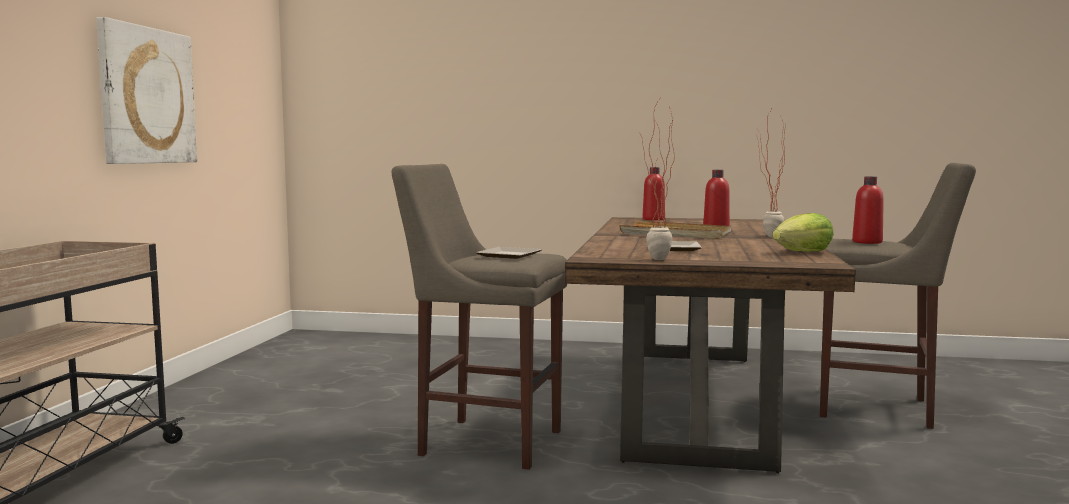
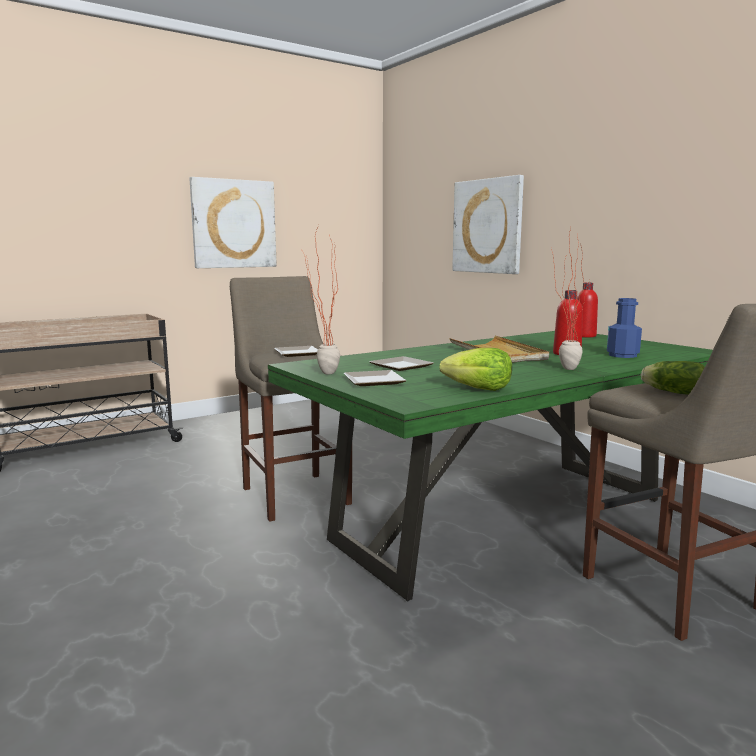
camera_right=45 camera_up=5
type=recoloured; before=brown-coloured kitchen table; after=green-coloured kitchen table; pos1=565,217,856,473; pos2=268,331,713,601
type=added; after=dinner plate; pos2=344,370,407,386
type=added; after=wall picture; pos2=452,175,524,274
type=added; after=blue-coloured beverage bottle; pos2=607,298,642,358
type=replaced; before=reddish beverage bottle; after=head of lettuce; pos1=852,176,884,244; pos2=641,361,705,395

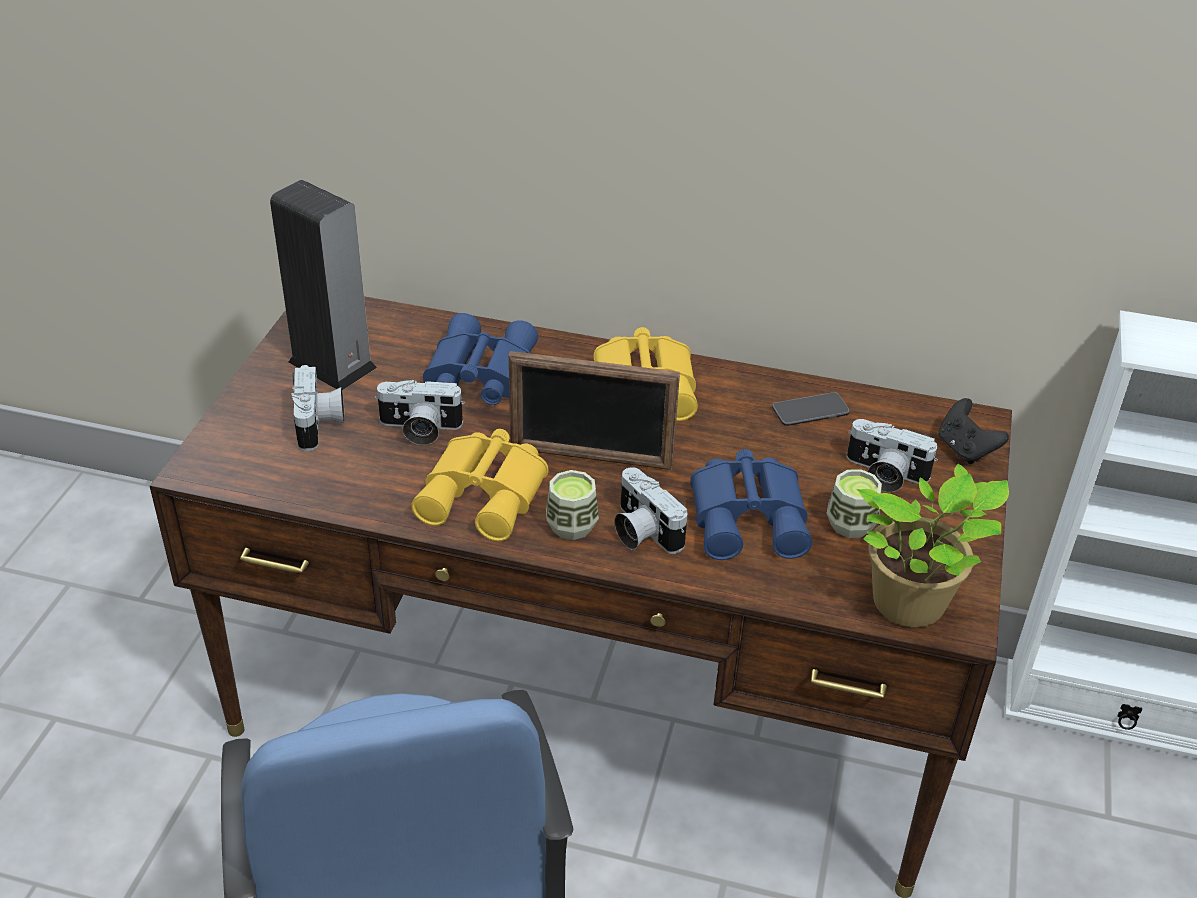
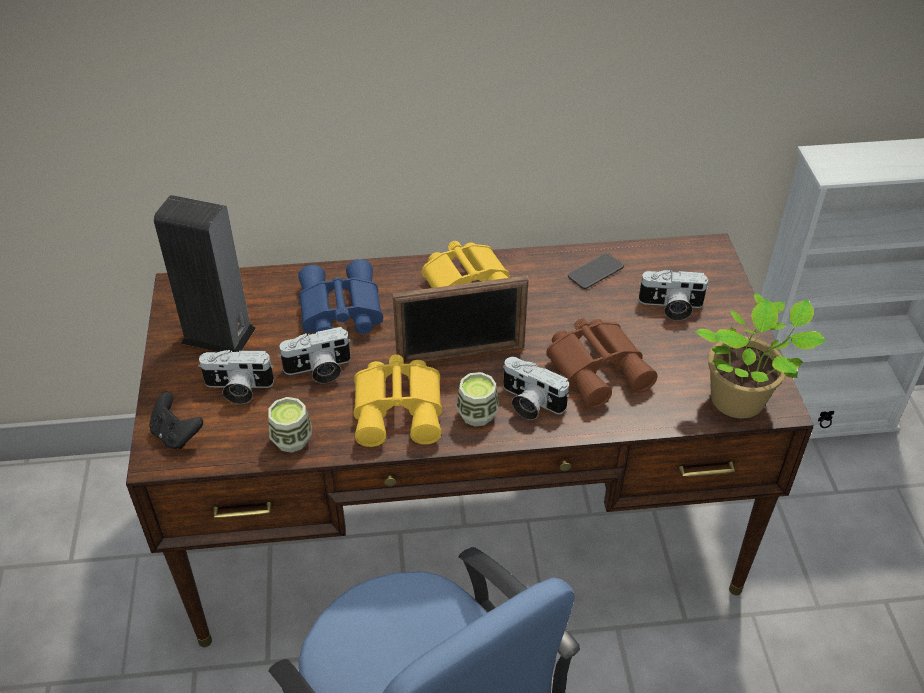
camera_right=-20 camera_up=5
type=moved; before=black joypad; pos1=938,398,1009,464; pos2=149,392,203,449
type=turned; before=still camera; pos1=292,365,345,451; pos2=198,350,274,404; turn=120
type=moved; before=drinking cup; pos1=827,469,882,538; pos2=268,397,312,453
type=recoloured; before=blue-coloured pair of binoculars; after=brown-coloured pair of binoculars; pos1=690,449,812,560; pos2=546,318,658,409

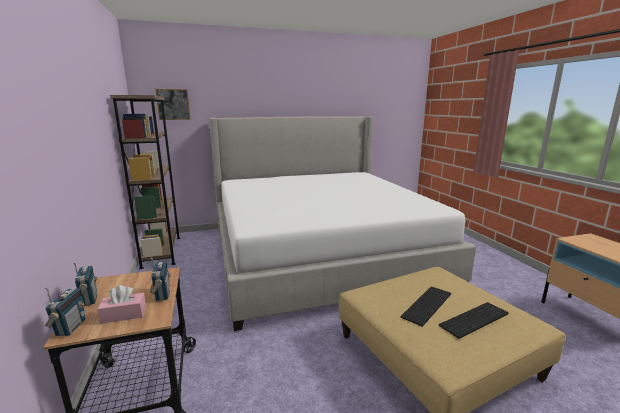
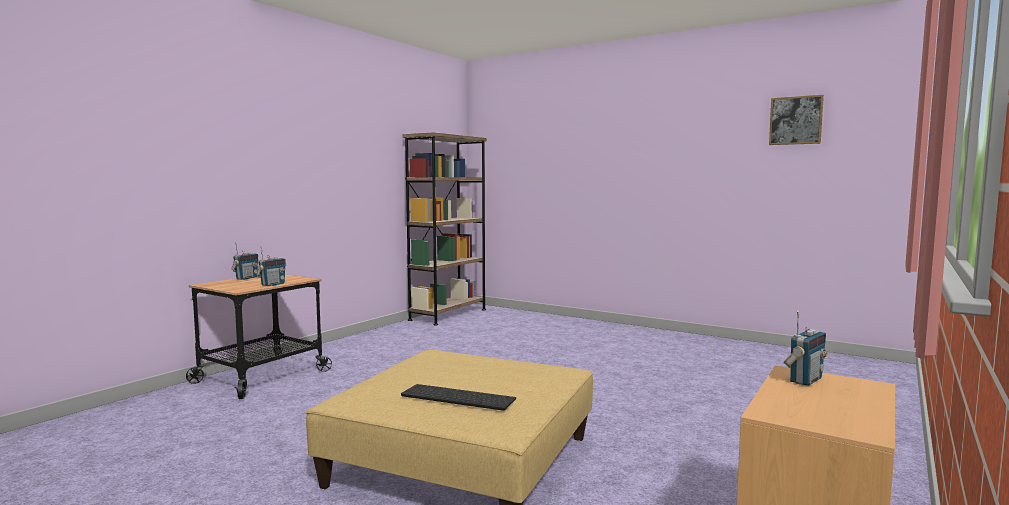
camera_right=50 camera_up=-10
type=moved; before=wall picture; pos1=155,89,191,120; pos2=769,95,824,145
type=moved; before=radio set; pos1=44,287,85,336; pos2=783,311,827,386
type=removed; before=pink-coloured box of tissues; pos1=97,285,146,324
type=removed; before=bedroom bed; pos1=209,116,476,331
type=removed; before=PC keyboard; pos1=400,287,451,327

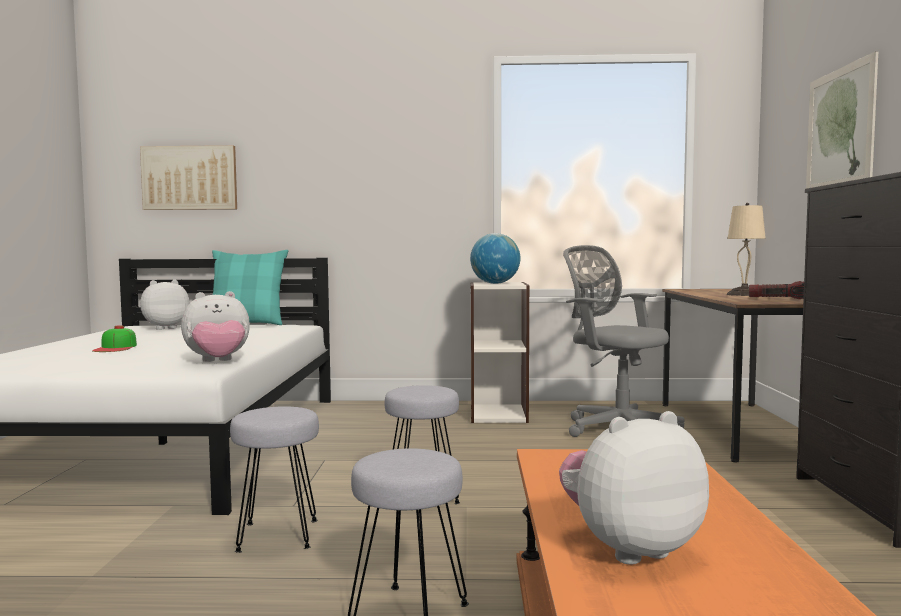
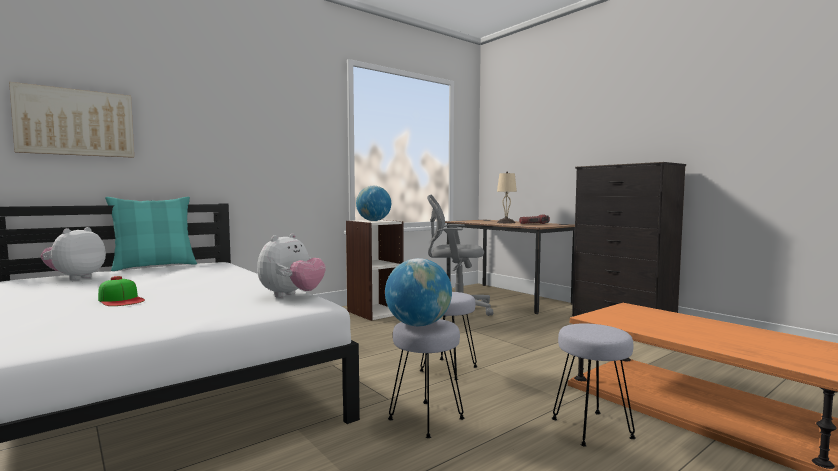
camera_right=-40 camera_up=0
type=added; after=globe; pos2=385,258,452,326
type=removed; before=plush toy; pos1=559,411,709,565
type=removed; before=wall picture; pos1=806,51,878,189

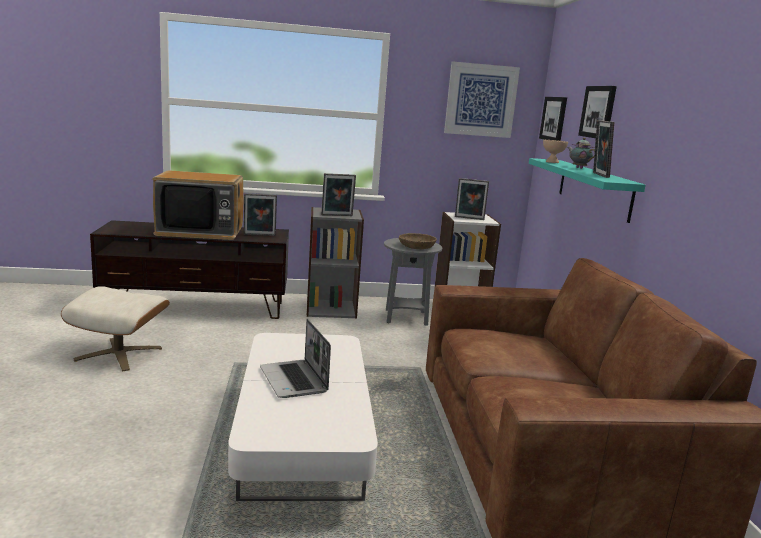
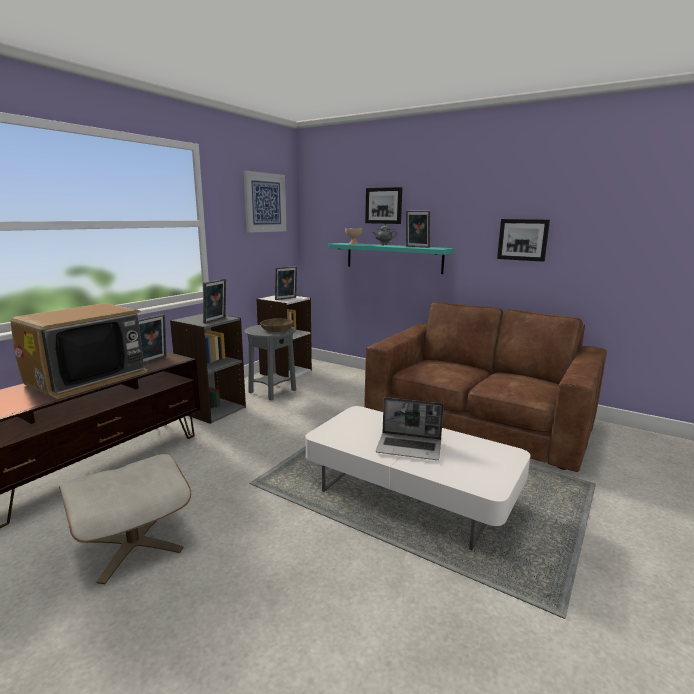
camera_right=-50 camera_up=0
type=moved; before=wall picture; pos1=539,97,567,141; pos2=497,219,550,262

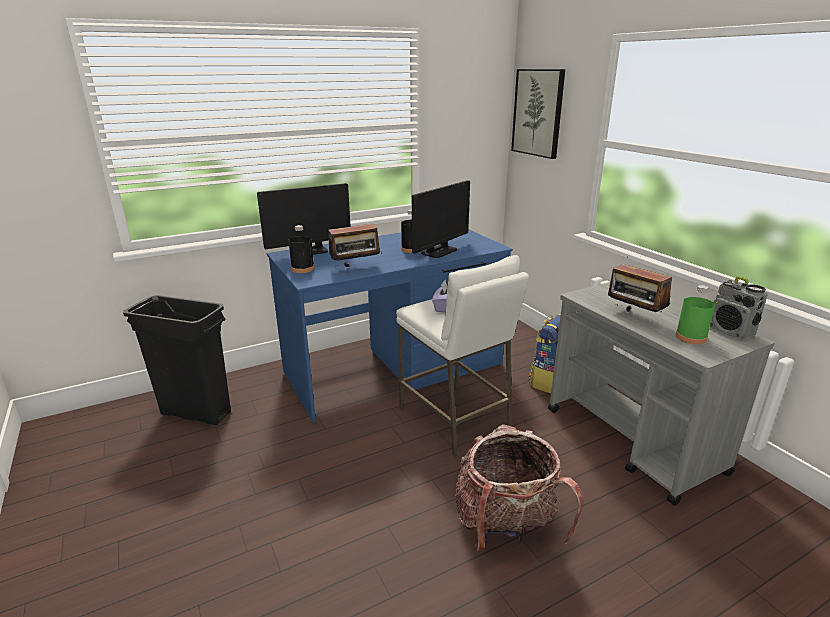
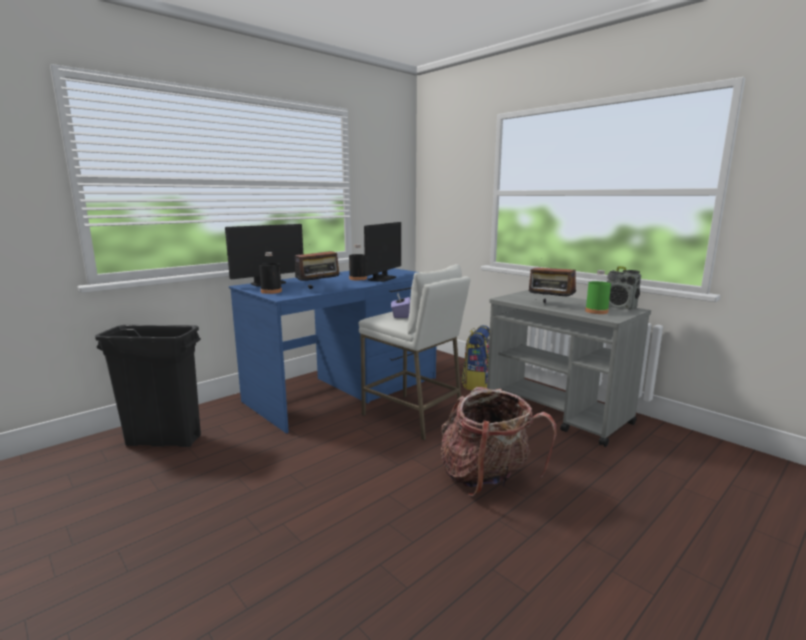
camera_right=-15 camera_up=-10
type=removed; before=wall picture; pos1=511,69,565,159

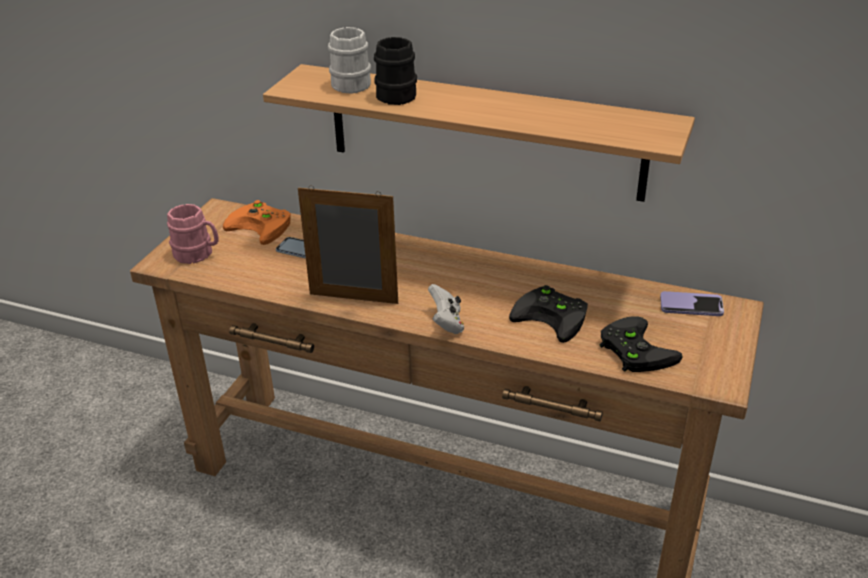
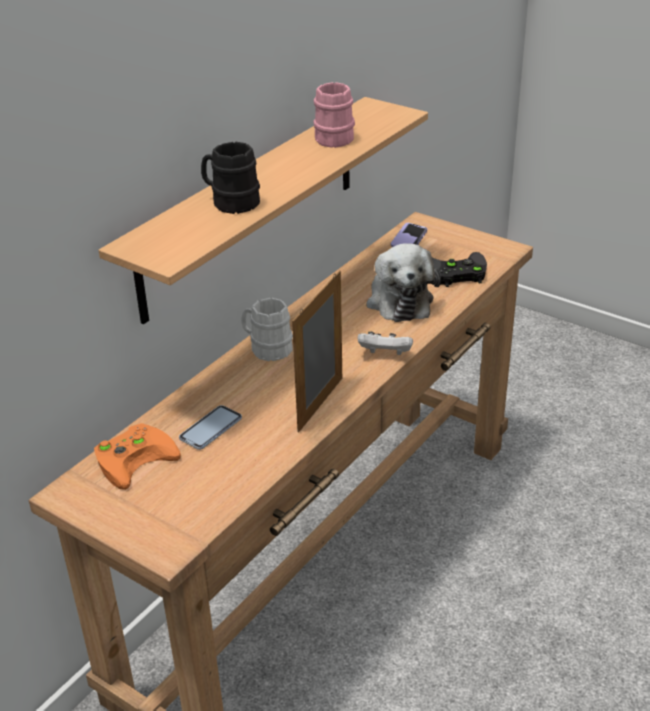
camera_right=-75 camera_up=0
type=moved; before=whitish tea mug; pos1=328,27,371,94; pos2=241,298,293,361
type=moved; before=pink-coloured tea mug; pos1=167,204,219,264; pos2=313,82,355,148
type=replaced; before=black joypad; after=plush toy; pos1=509,285,588,343; pos2=366,243,441,322

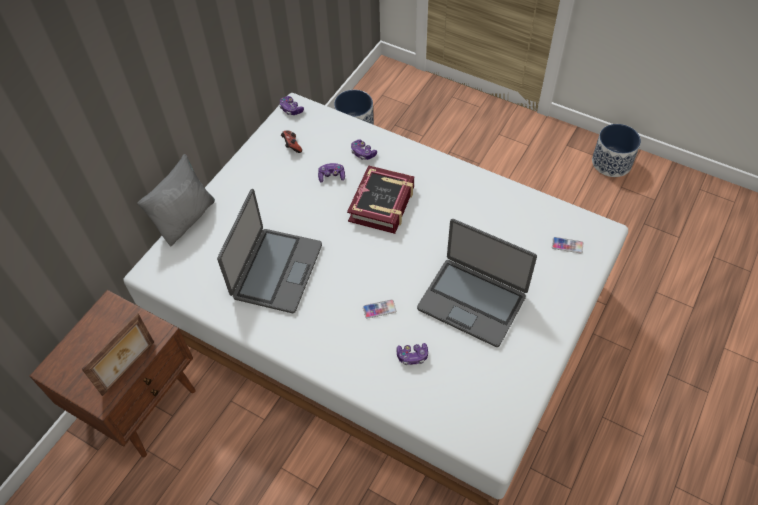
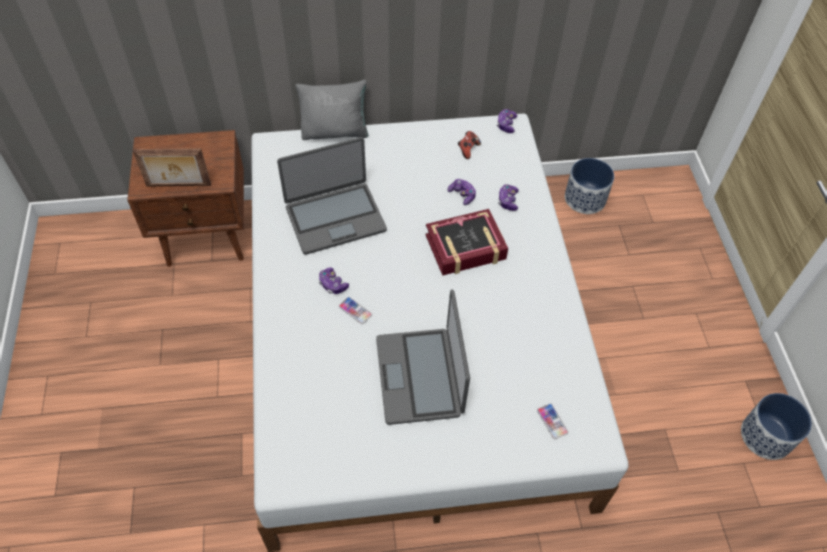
camera_right=50 camera_up=0
type=moved; before=joypad; pos1=396,343,428,365; pos2=319,267,349,294

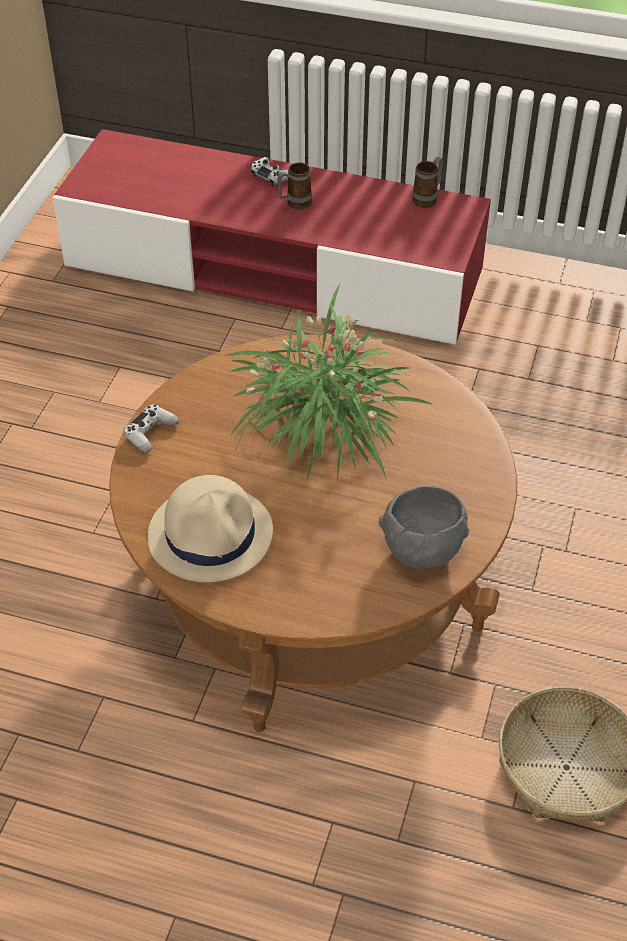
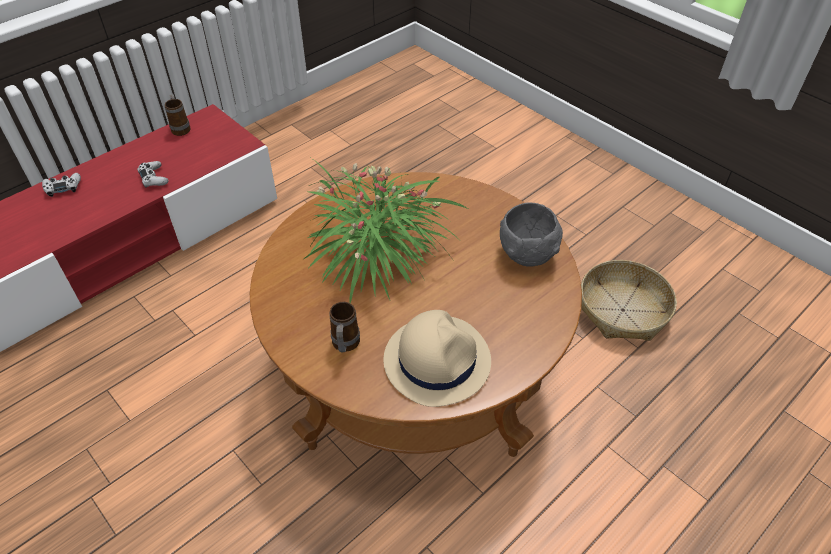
camera_right=-60 camera_up=0
type=moved; before=whitish joypad; pos1=123,404,179,452; pos2=137,161,169,187
type=moved; before=tea mug; pos1=277,163,312,210; pos2=330,302,360,353

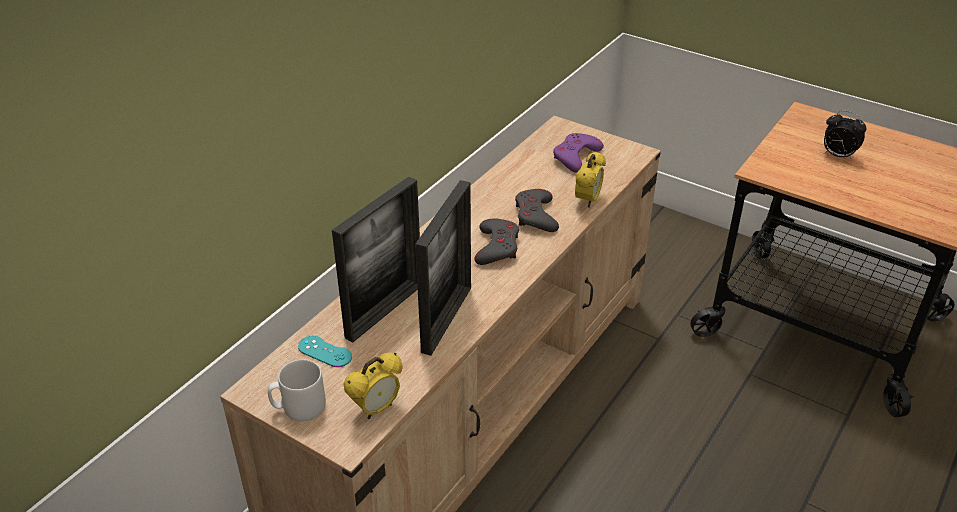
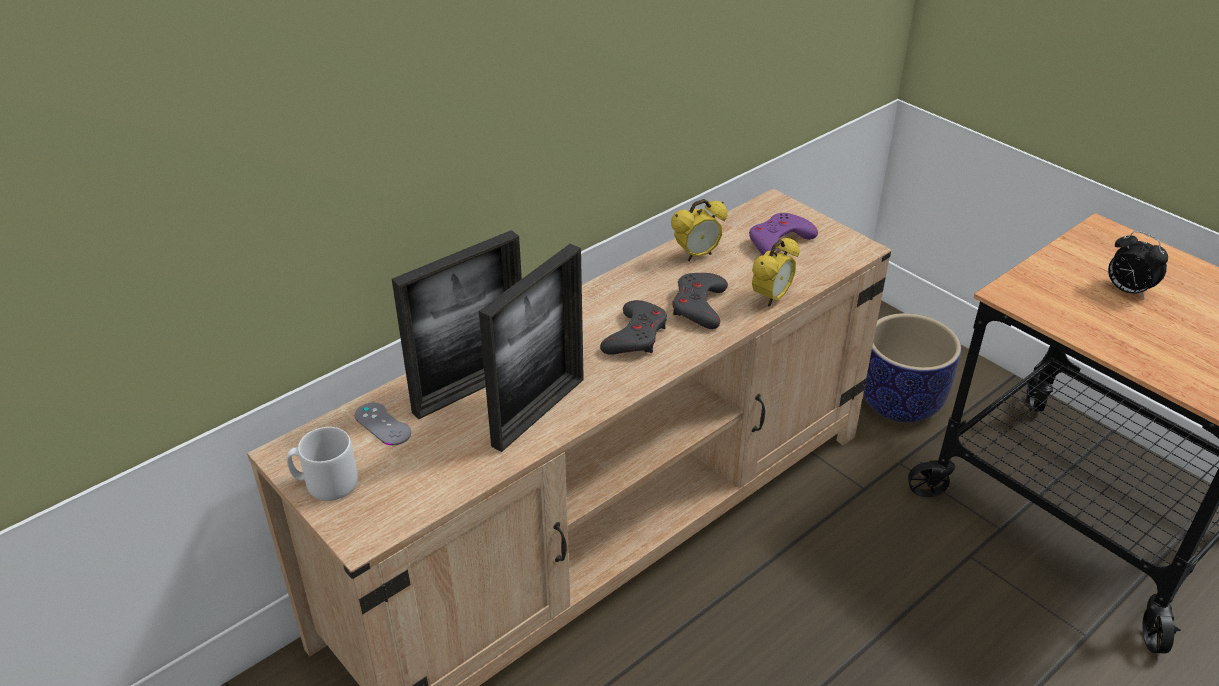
camera_right=15 camera_up=0
type=recoloured; before=blue-green joypad; after=greyish joypad; pos1=298,336,352,367; pos2=355,403,411,445
type=moved; before=table clock; pos1=344,353,402,419; pos2=671,199,727,261
type=added; after=plant pot; pos2=863,313,961,423

